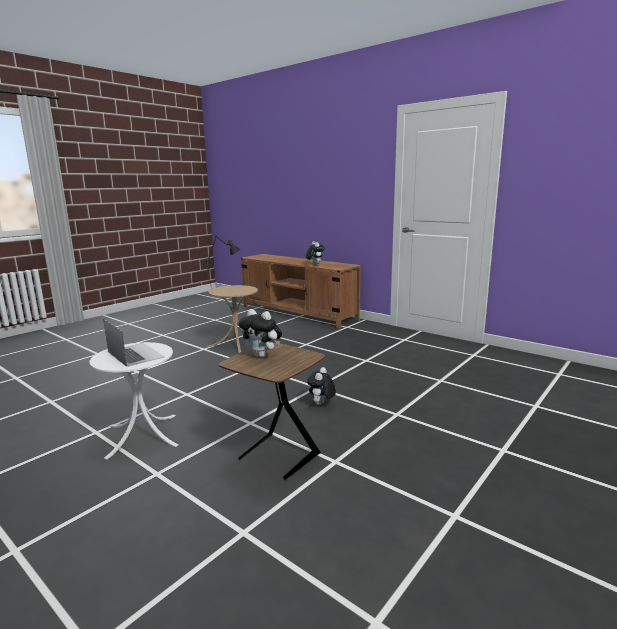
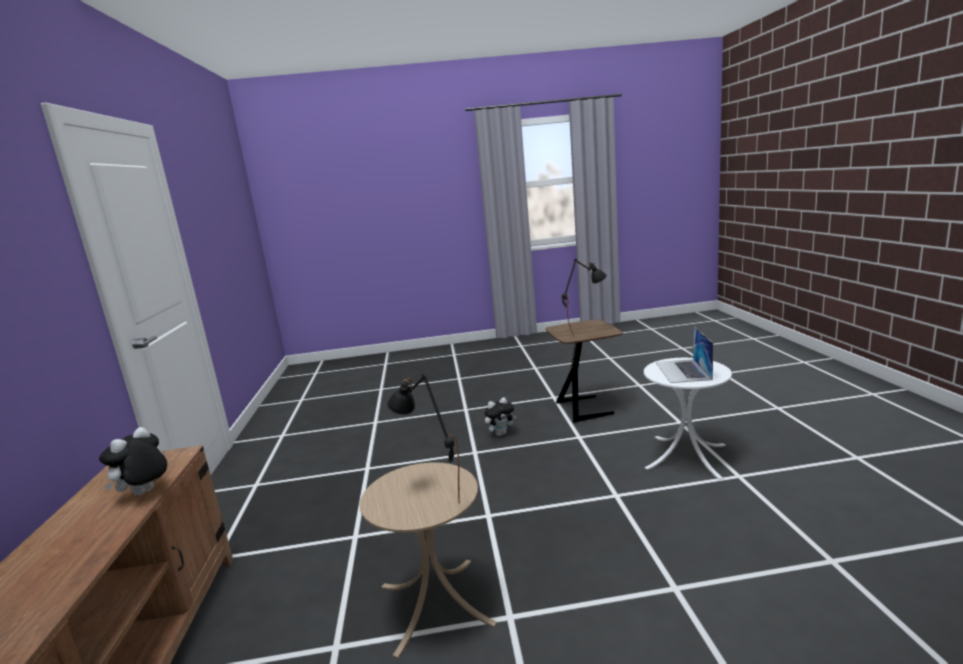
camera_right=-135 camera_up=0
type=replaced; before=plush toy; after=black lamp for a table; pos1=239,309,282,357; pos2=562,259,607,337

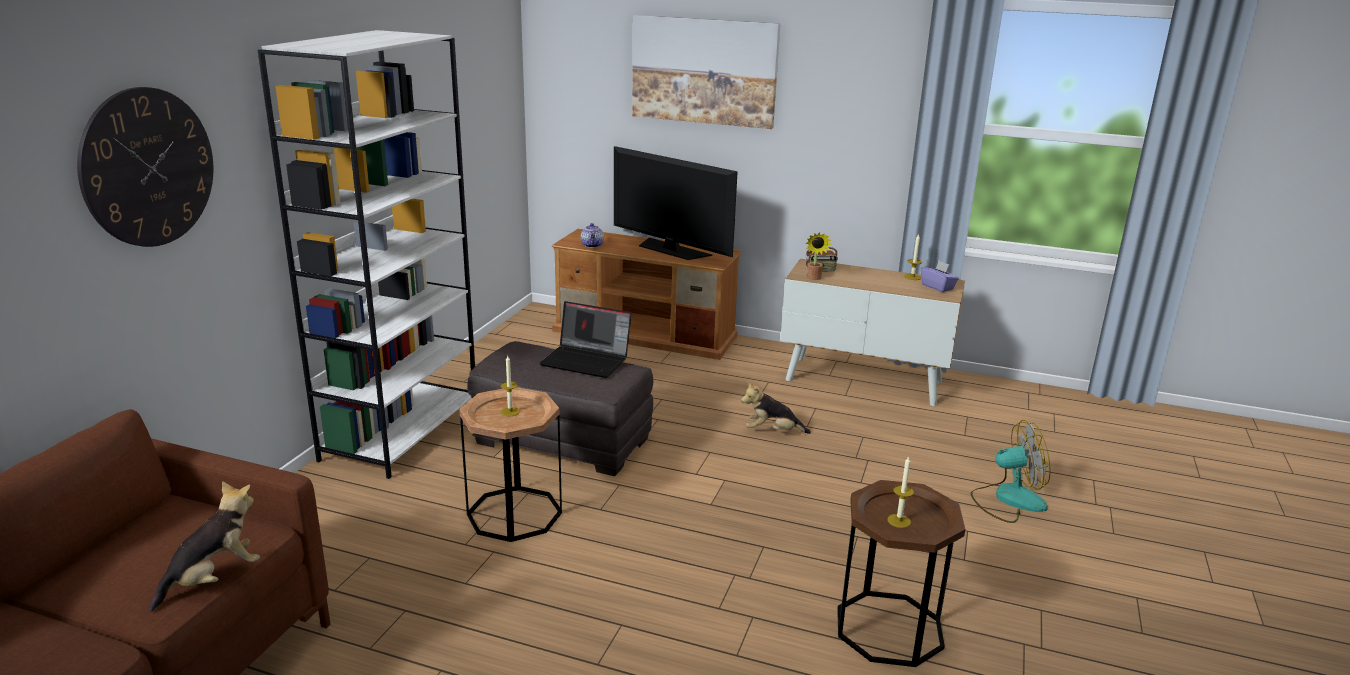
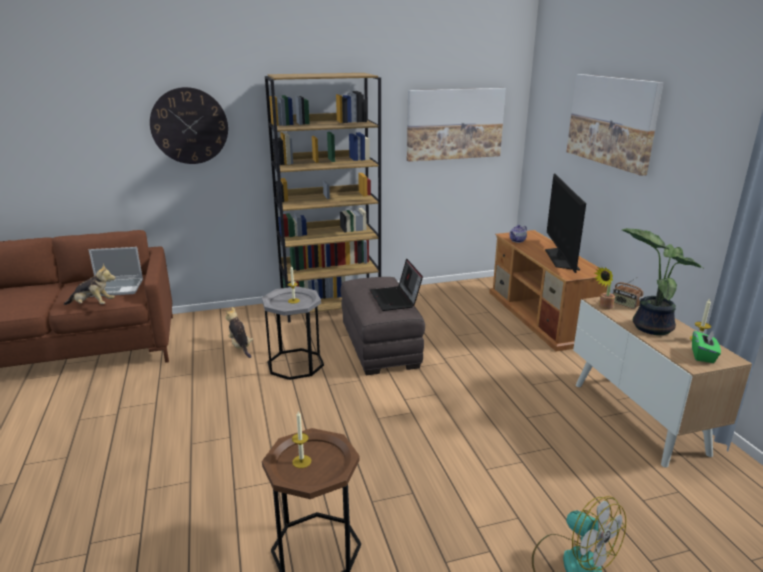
camera_right=55 camera_up=0
type=added; after=portable computer; pos2=88,247,143,297
type=moved; before=plush toy; pos1=741,381,811,434; pos2=225,307,253,358
type=recoloured; before=brown-coloured side table; after=greyish side table; pos1=459,387,562,542; pos2=262,286,324,380
type=recoloured; before=whitish bookshelf; after=brown-coloured bookshelf; pos1=258,30,475,479; pos2=265,73,381,323
type=added; after=wall picture; pos2=407,88,506,162
type=added; after=houseplant; pos2=622,228,703,335
type=recoloured; before=purple-coloured box of tissues; after=green-coloured box of tissues; pos1=921,261,959,292; pos2=692,330,721,363

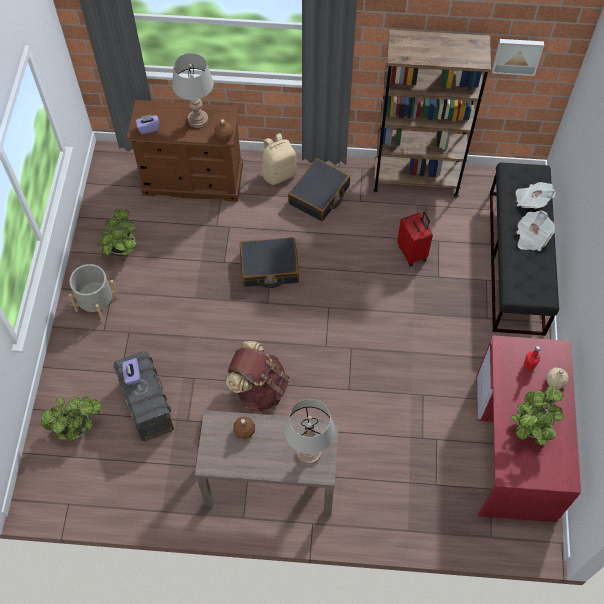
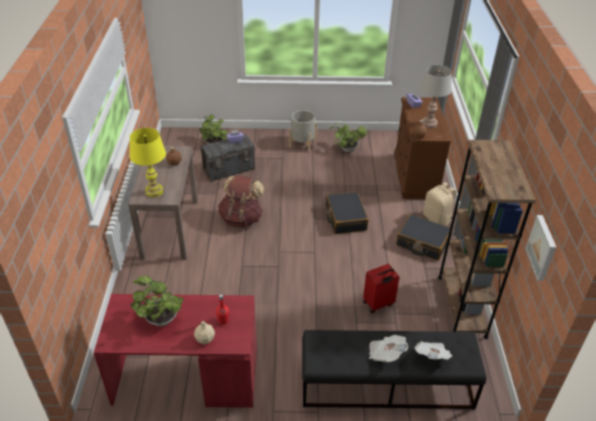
camera_right=85 camera_up=-20
type=recoloured; before=greyish lamp for a table; after=yellow lamp for a table; pos1=284,399,335,465; pos2=130,128,166,197

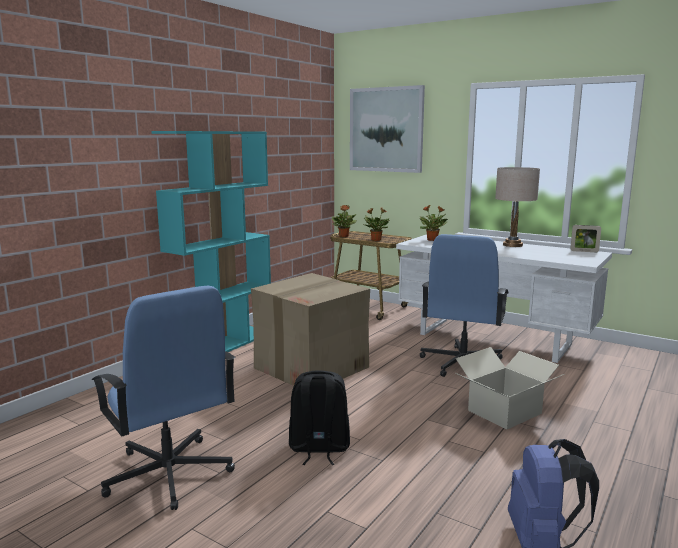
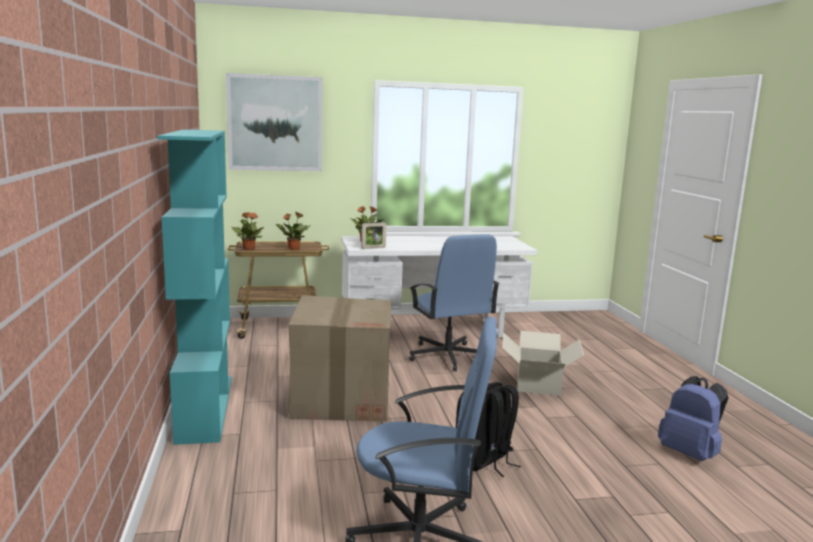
camera_right=-45 camera_up=0
type=moved; before=picture frame; pos1=571,225,601,252; pos2=361,222,387,249
type=removed; before=beige lamp for a table; pos1=495,167,540,247

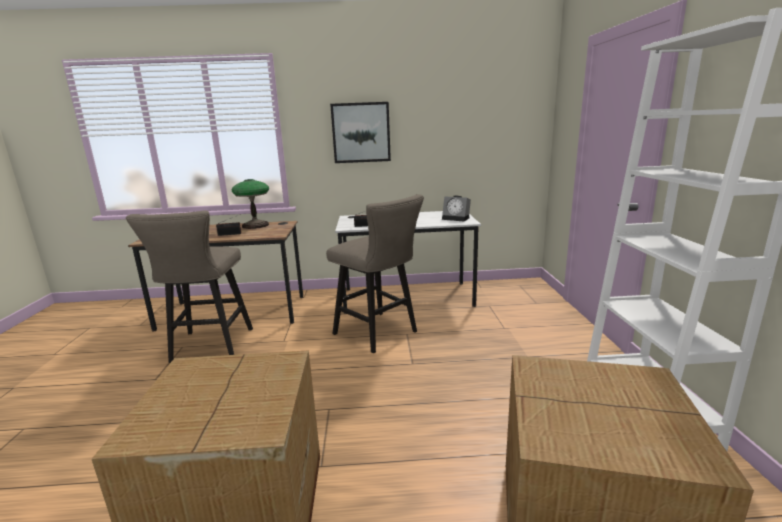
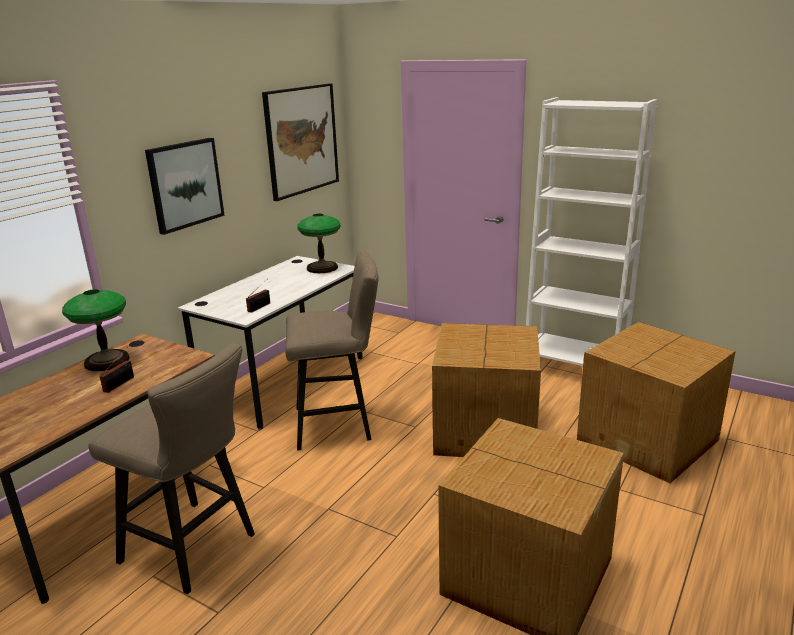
camera_right=-55 camera_up=5
type=added; after=wall picture; pos2=262,83,339,201
type=replaced; before=table clock; after=lamp for a table; pos1=442,196,471,221; pos2=298,214,341,273
type=added; after=packing box; pos2=432,323,541,457

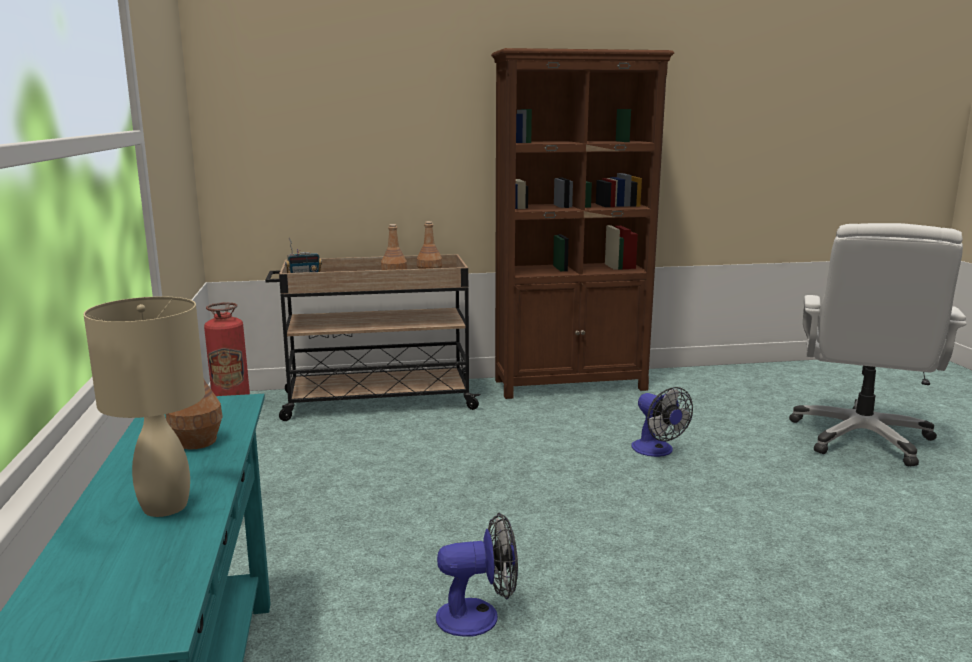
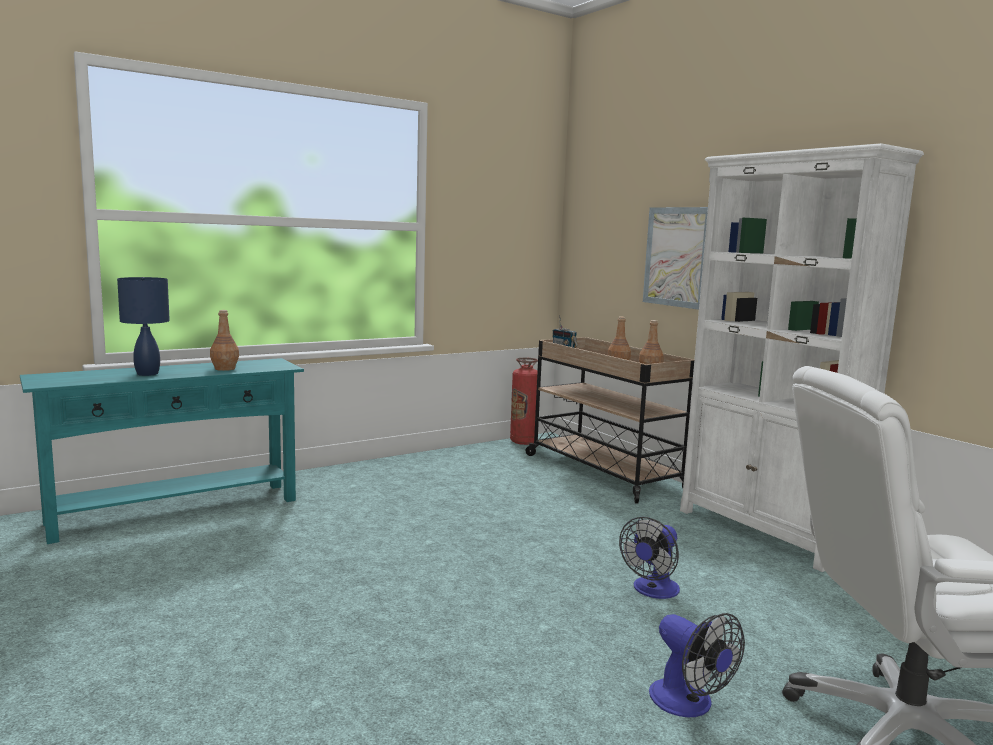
camera_right=65 camera_up=-5
type=recoloured; before=beige lamp for a table; after=blue-coloured lamp for a table; pos1=84,296,205,517; pos2=117,277,170,376
type=added; after=wall picture; pos2=643,207,708,310
type=moved; before=electric fan; pos1=436,513,518,637; pos2=649,613,745,717
type=recoloured; before=brown-coloured bookshelf; after=whitish bookshelf; pos1=491,48,674,399; pos2=680,143,924,572

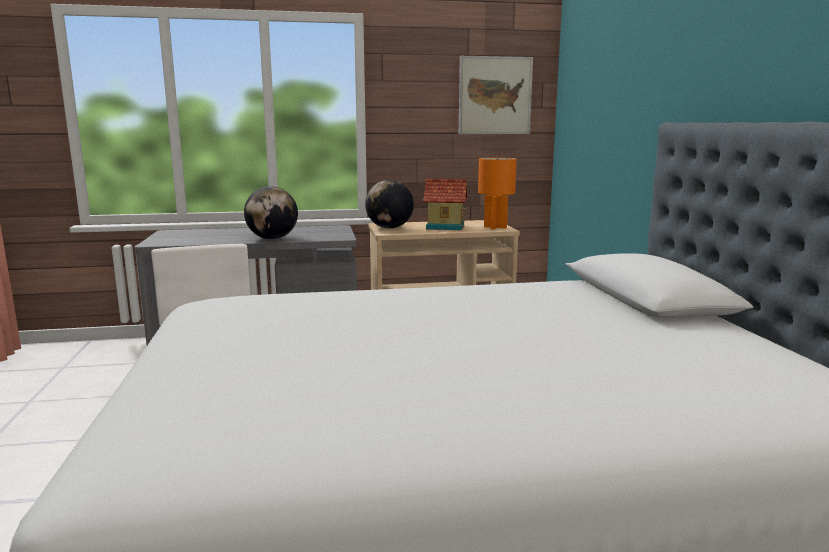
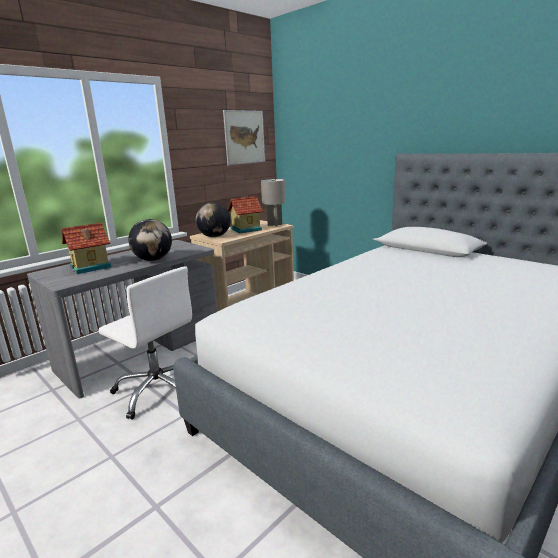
camera_right=-35 camera_up=5
type=added; after=model house; pos2=62,223,111,274
type=recoloured; before=orange-coloured lamp for a table; after=greyish lamp for a table; pos1=478,157,517,229; pos2=261,179,286,227

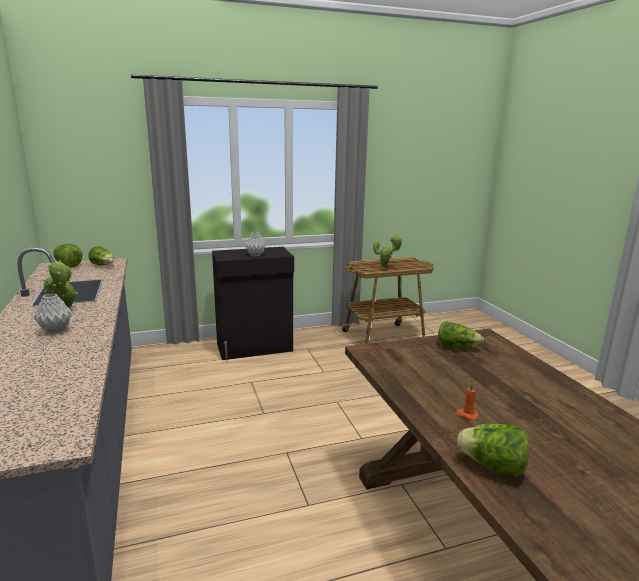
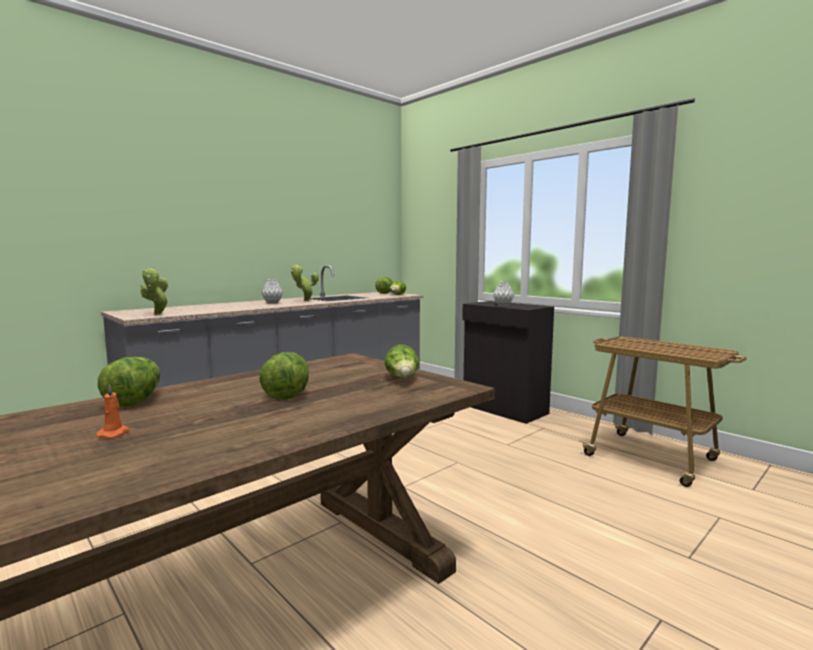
camera_right=65 camera_up=-10
type=moved; before=orange-coloured wax candle; pos1=456,383,479,420; pos2=96,384,130,438
type=moved; before=houseplant; pos1=373,234,403,269; pos2=140,267,169,315
type=added; after=head of lettuce; pos2=259,352,309,400

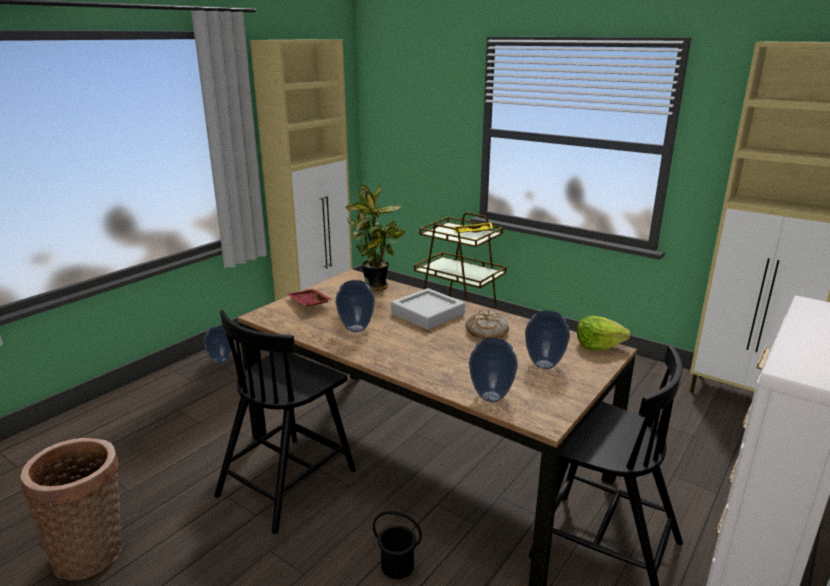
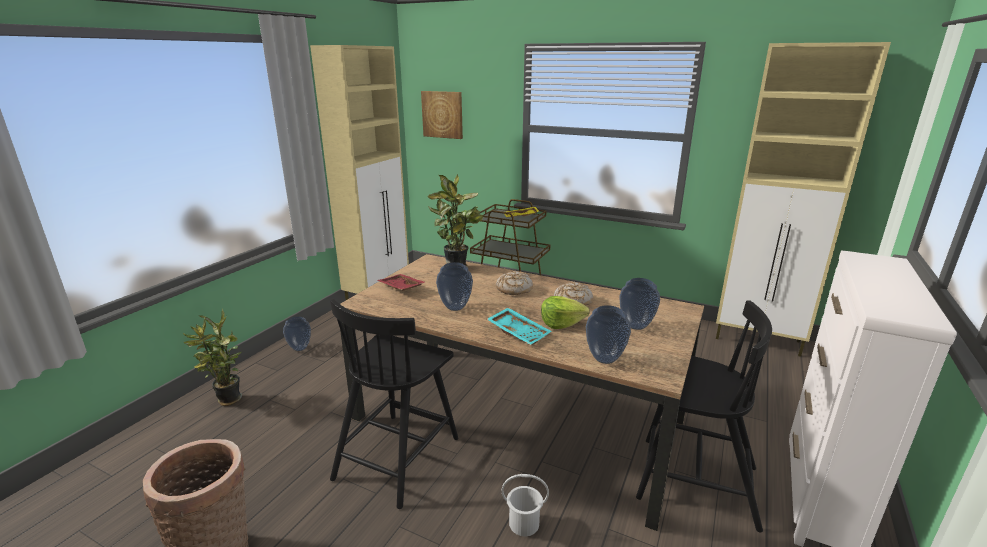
camera_right=-10 camera_up=0
type=added; after=houseplant; pos2=183,308,242,406
type=added; after=wall picture; pos2=421,91,463,139
type=added; after=blue-green serving tray; pos2=487,308,552,345
type=replaced; before=greyish serving tray; after=baked bread; pos1=391,288,465,330; pos2=496,271,533,295
type=recoloured; before=black water bucket; after=whitish water bucket; pos1=373,511,422,579; pos2=502,474,549,536
type=moved; before=head of lettuce; pos1=577,316,631,351; pos2=541,296,590,329

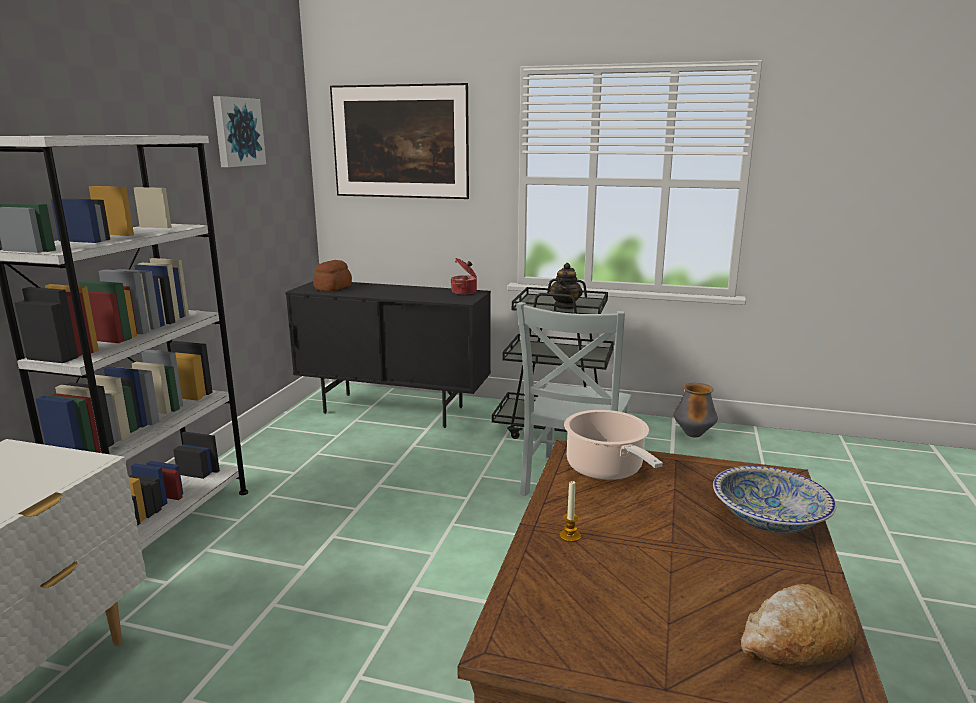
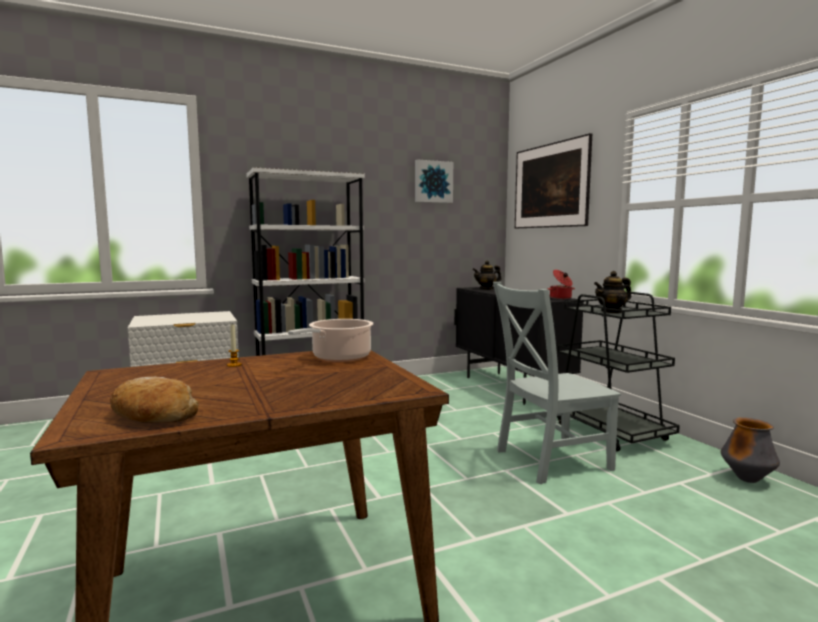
camera_right=50 camera_up=-10
type=replaced; before=baked bread; after=tea pot; pos1=313,260,352,291; pos2=473,260,502,290
type=removed; before=bowl; pos1=713,466,836,533

